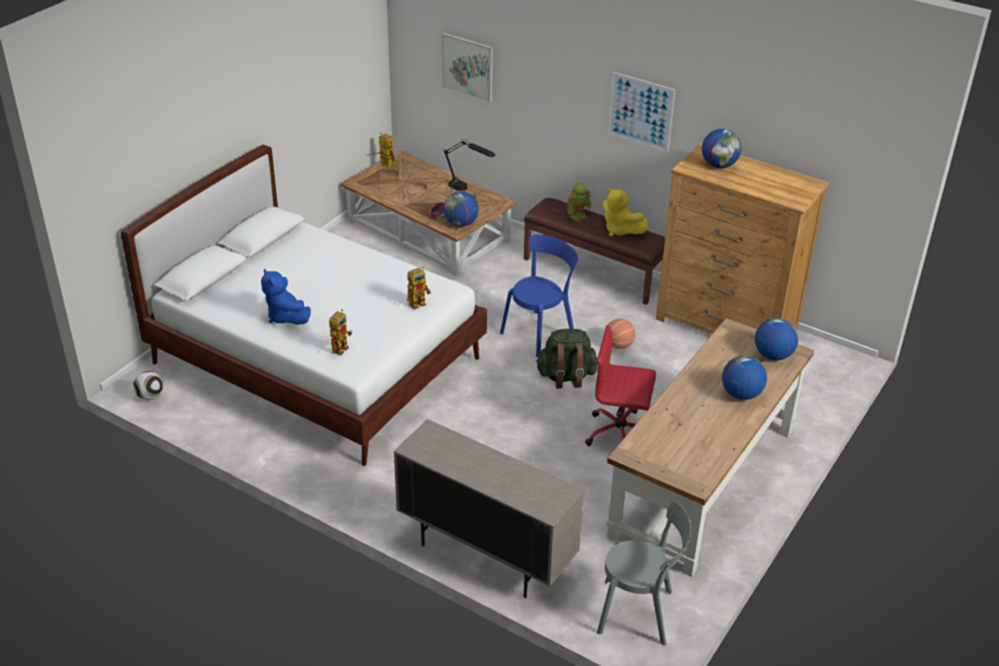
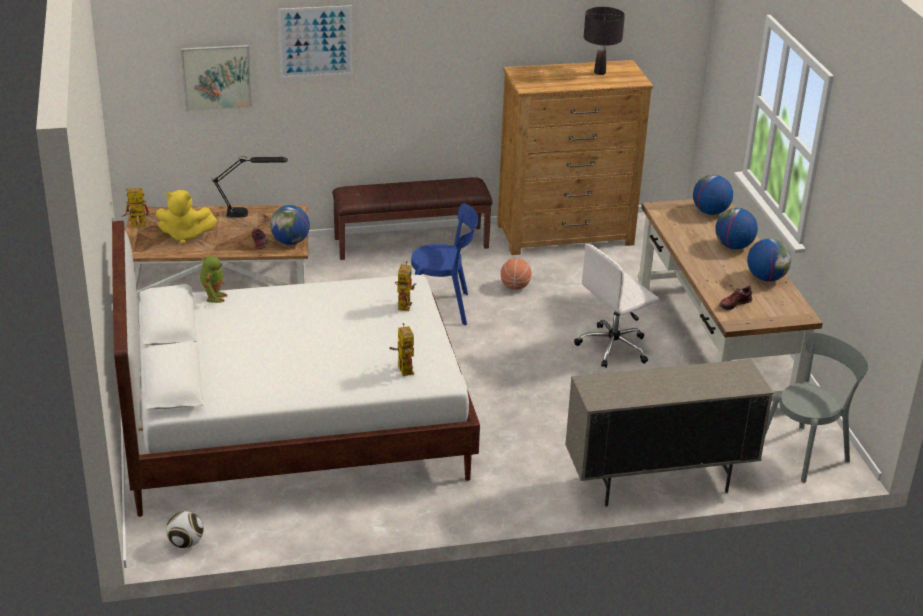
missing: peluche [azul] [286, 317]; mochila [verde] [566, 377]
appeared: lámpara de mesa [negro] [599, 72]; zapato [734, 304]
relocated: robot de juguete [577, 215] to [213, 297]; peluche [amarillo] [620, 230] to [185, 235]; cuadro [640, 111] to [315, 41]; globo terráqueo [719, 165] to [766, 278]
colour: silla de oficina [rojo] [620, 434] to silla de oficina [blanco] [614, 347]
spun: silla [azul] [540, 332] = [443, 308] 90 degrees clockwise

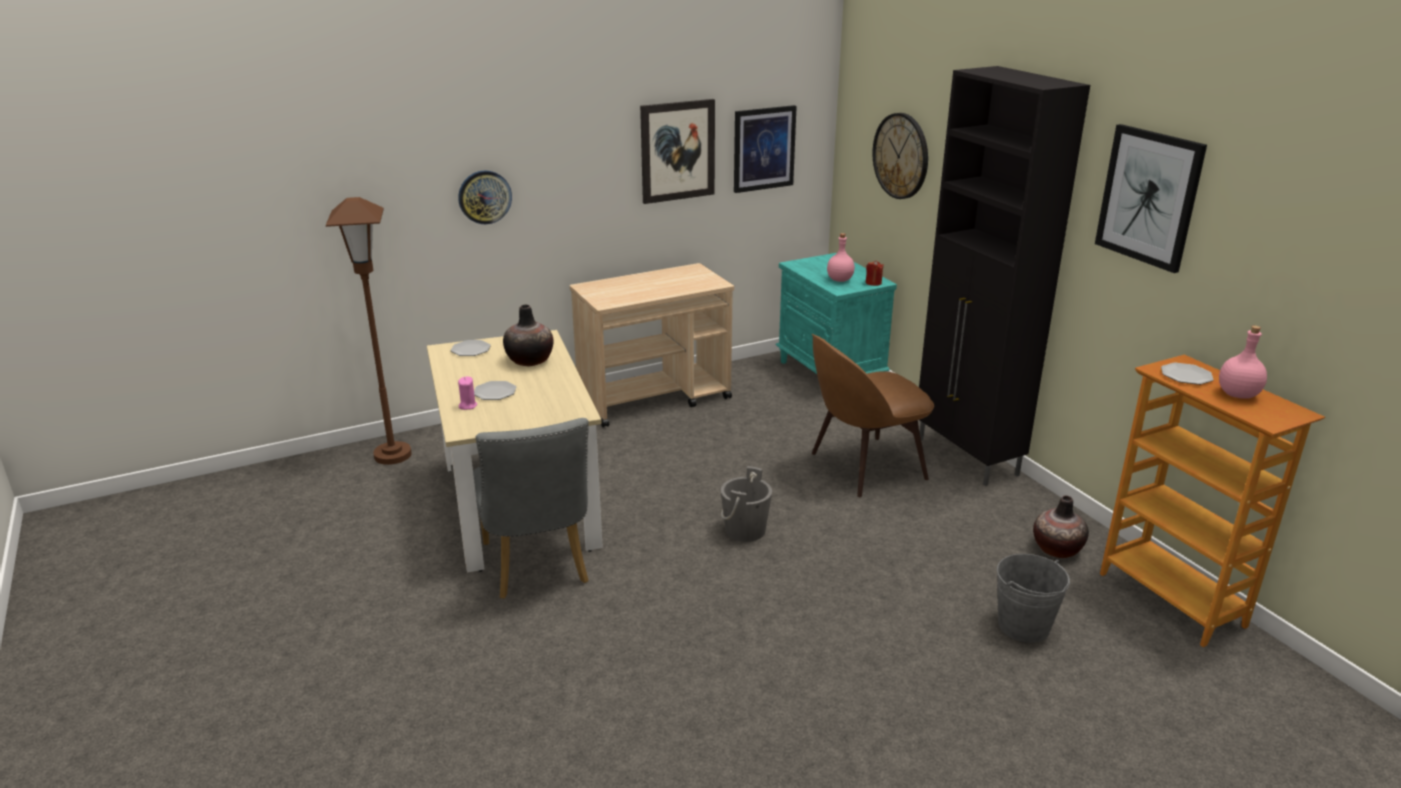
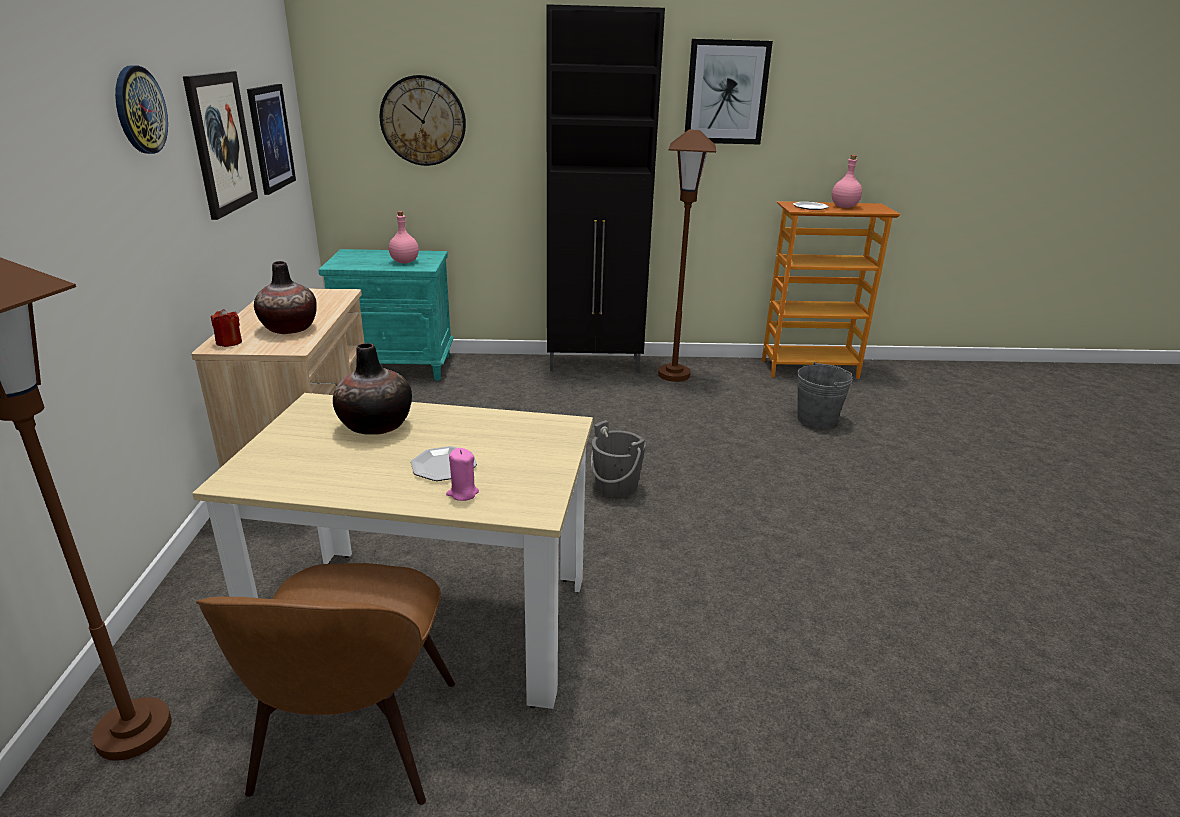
missing: plato [470, 349]; silla [gris] [537, 568]
appeared: lámpara de pie [marrón] [673, 375]
relocated: reloj de pared [484, 197] to [139, 110]; silla [marrón] [863, 467] to [355, 743]; vela [rojo] [873, 283] to [229, 342]; florero [1057, 549] to [289, 328]

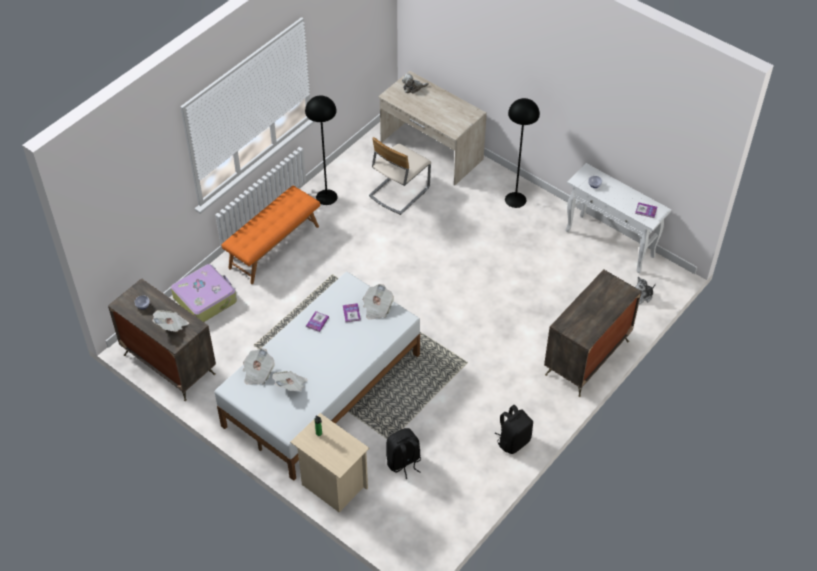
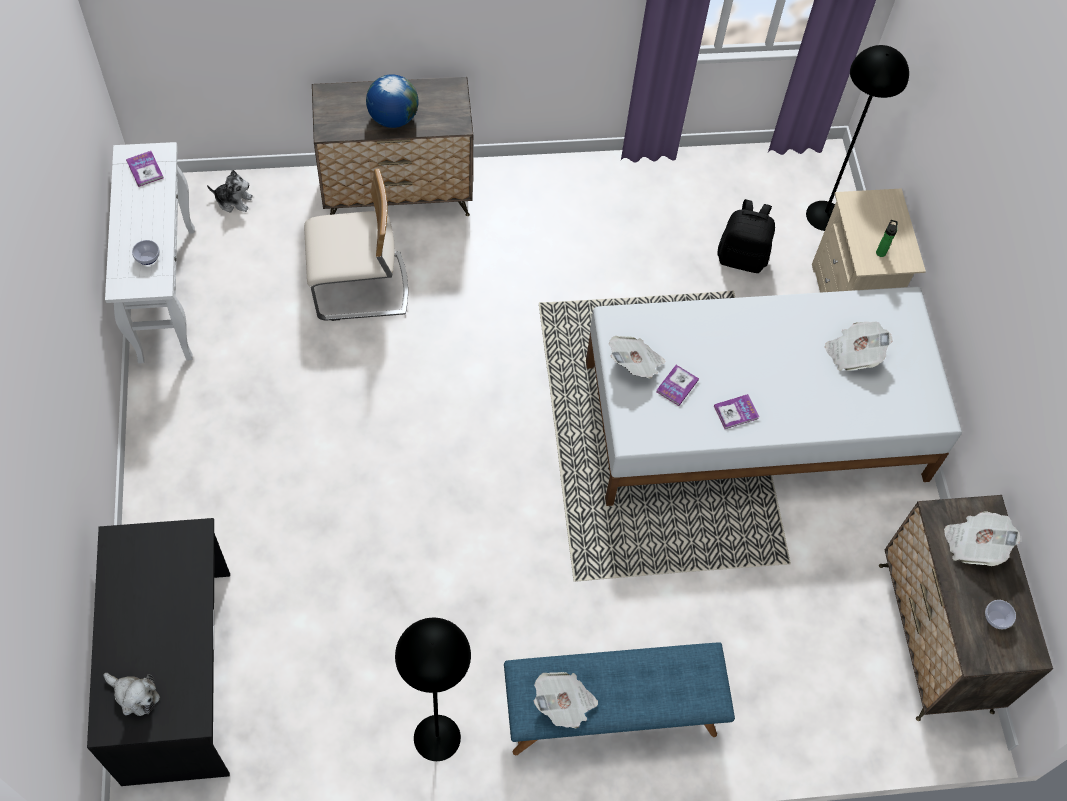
missing: maleta [205, 299]; mochila [negro] [513, 441]
appeared: globo terráqueo [393, 118]
relocated: periódico [258, 373] to [564, 704]; silla [beis] [398, 192] to [360, 288]; lámpara de pie [negro] [515, 199] to [824, 215]
colour: banco [naranja] [274, 246] to banco [azul] [611, 713]; escritorio [beis] [431, 151] to escritorio [negro] [180, 675]

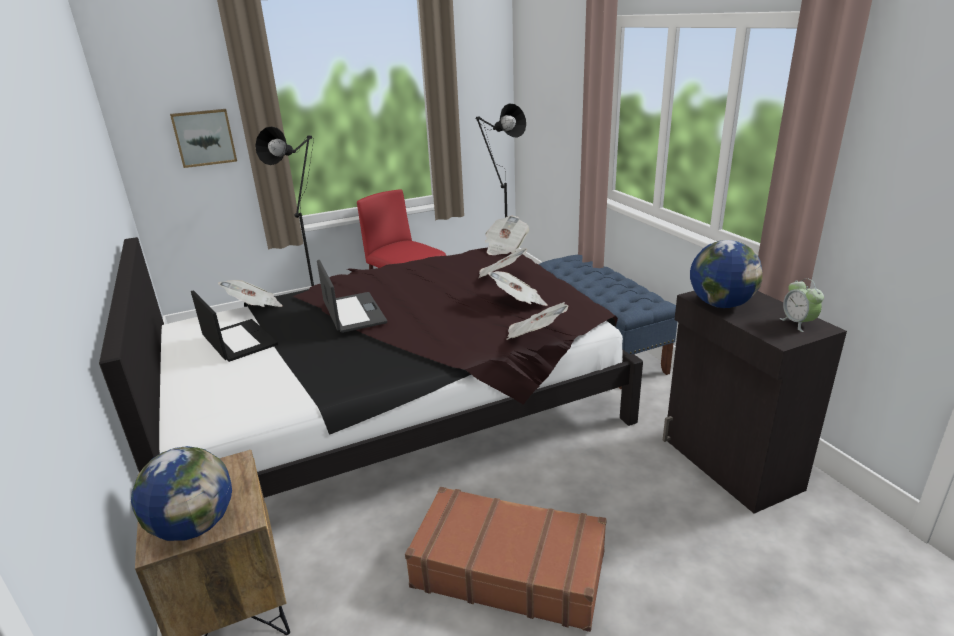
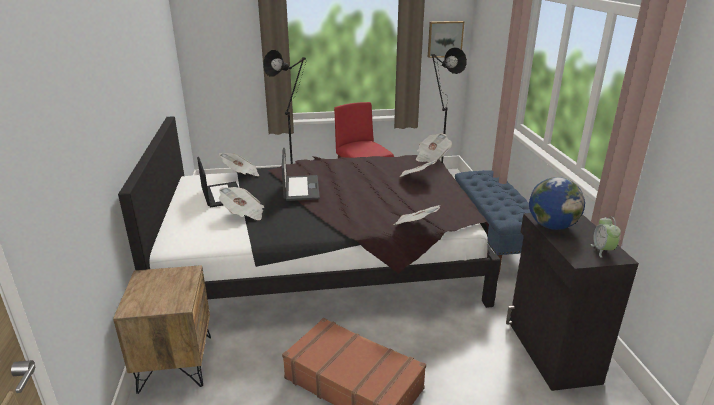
missing: globo terráqueo [194, 526]
relocated: cuadro [204, 137] to [445, 39]; periódico [518, 302] to [243, 214]

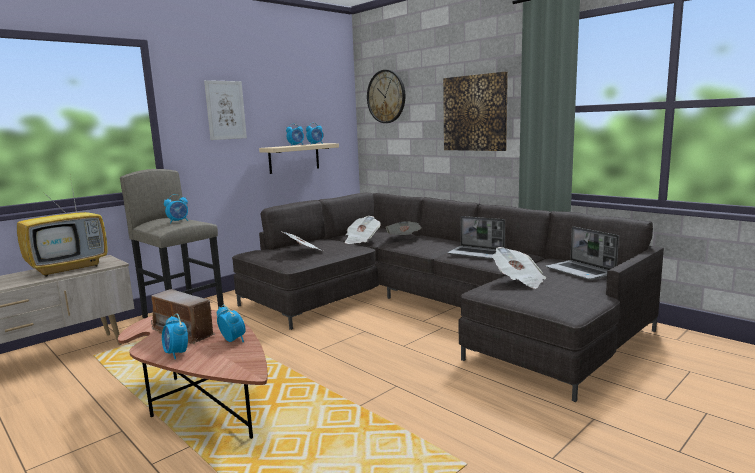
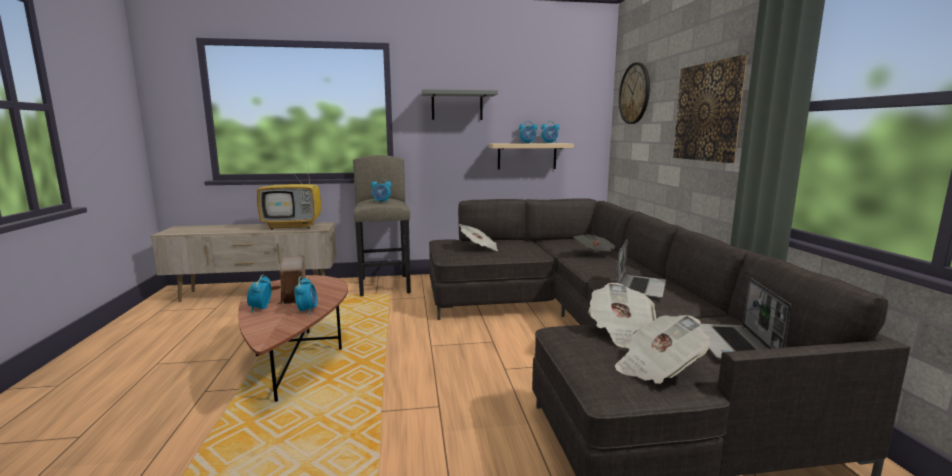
relocated: periódico [361, 240] to [657, 368]
exchanged: cuadro [225, 110] to estante [gris] [457, 106]
spun: portátil [476, 253] = [640, 288] 135 degrees counterclockwise

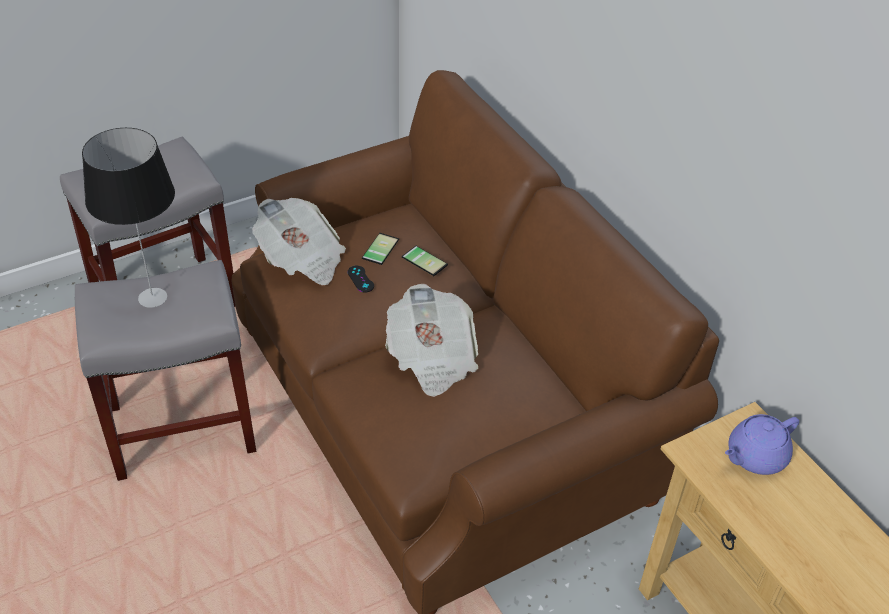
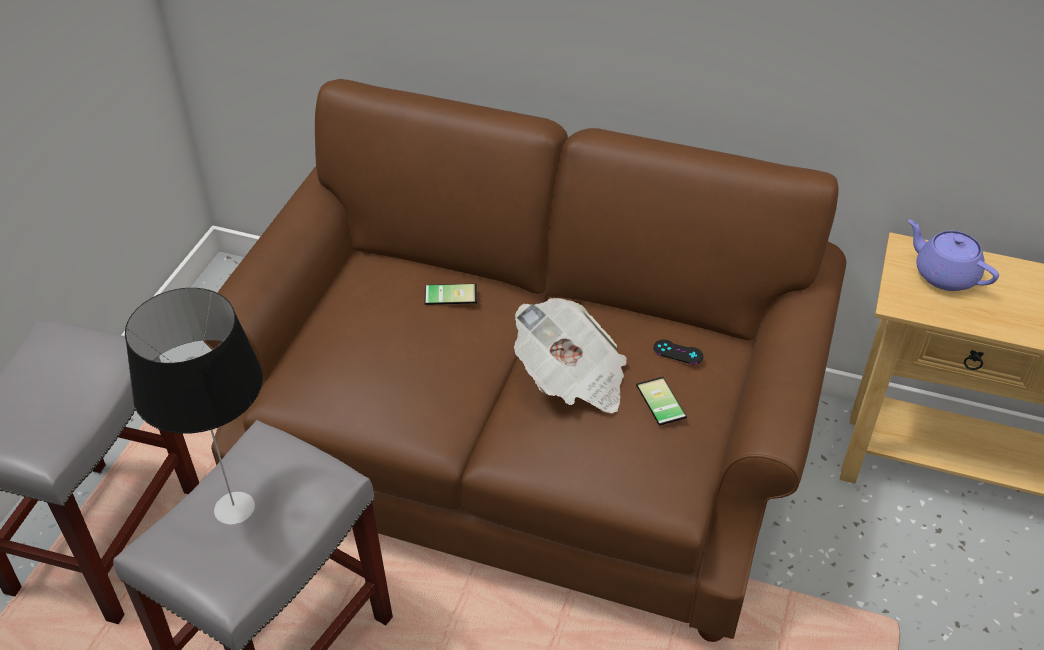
missing: periódico [301, 259]
relocated: mando de consola [negro] [360, 279] to [678, 352]; móvil [378, 248] to [658, 402]
spun: tetera [morado] [755, 457] = [944, 274] 120 degrees clockwise

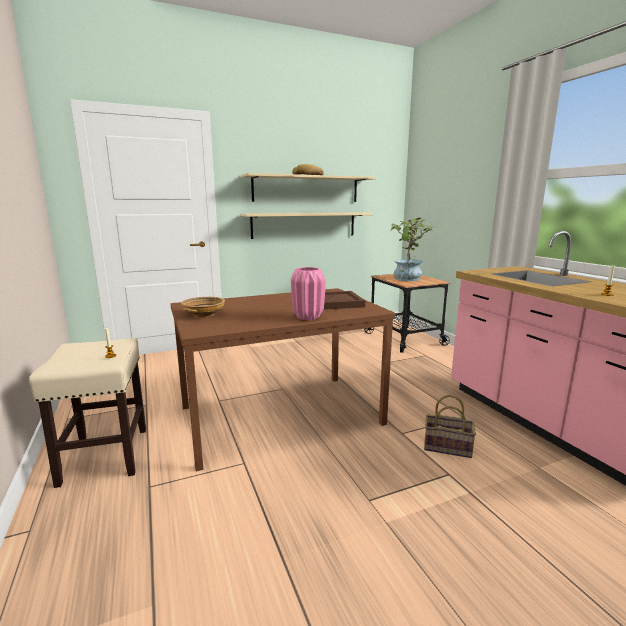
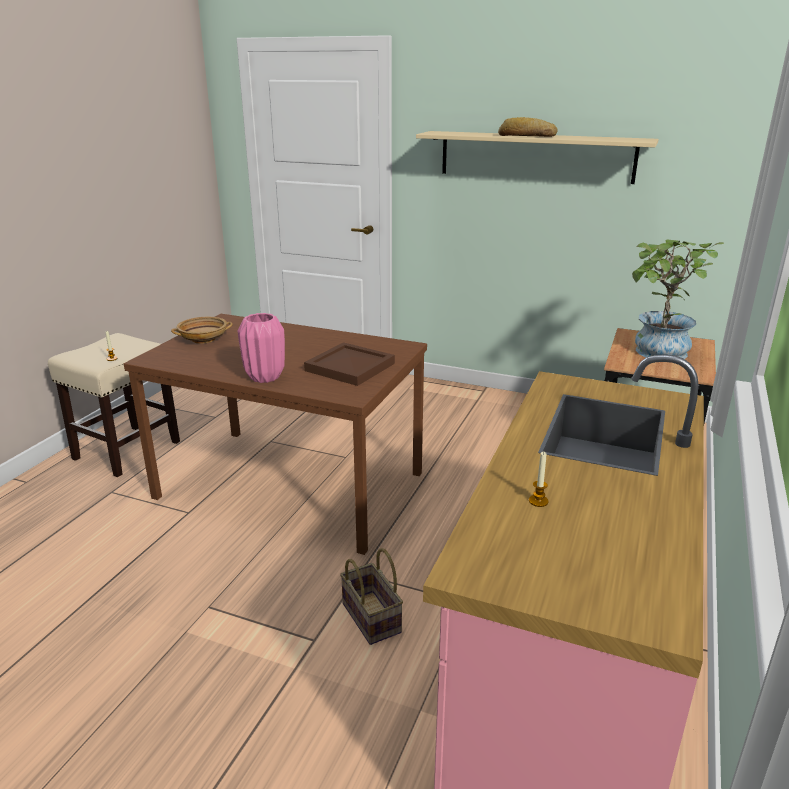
missing: estante [beis] [304, 225]

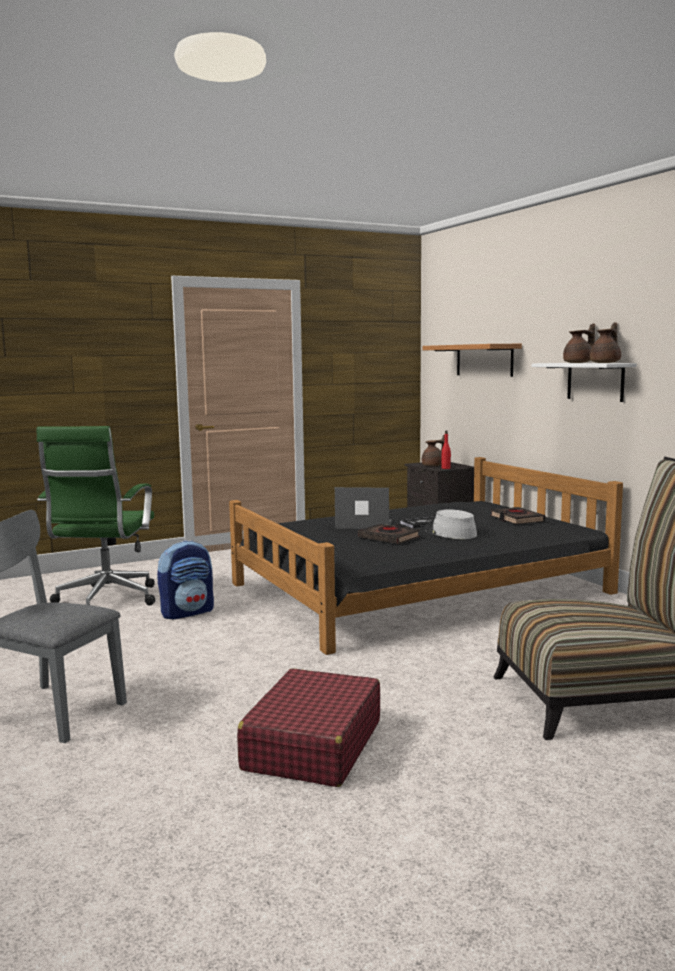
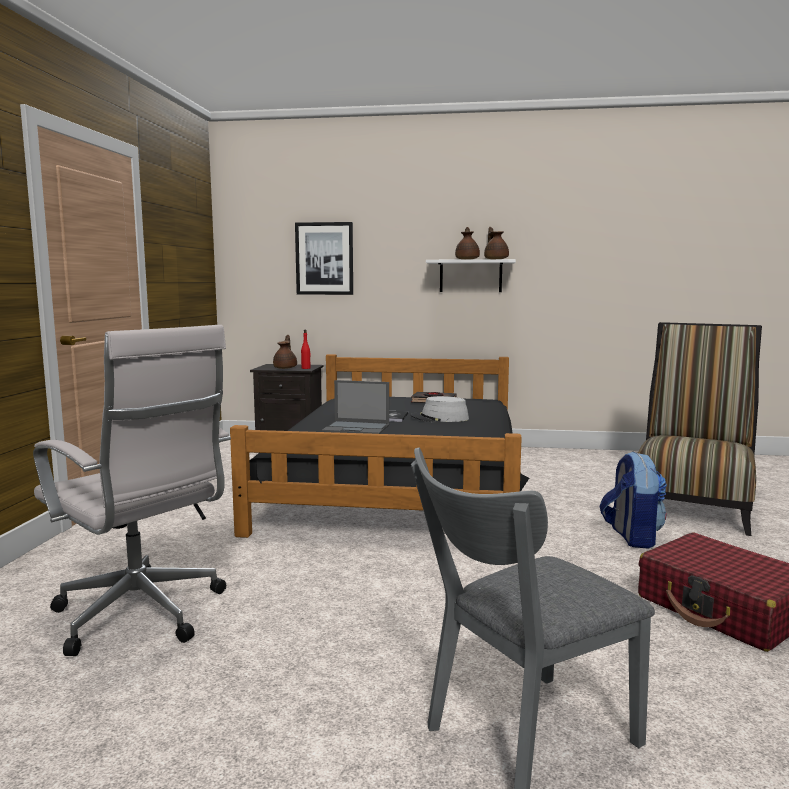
missing: libro [negro] [389, 538]
relocated: mochila [187, 612] to [631, 537]
exchanged: estante [484, 360] to cuadro [324, 258]
colour: silla de oficina [verde] [105, 601] to silla de oficina [blanco] [143, 616]
spun: portátil [363, 525] = [357, 428] 120 degrees counterclockwise

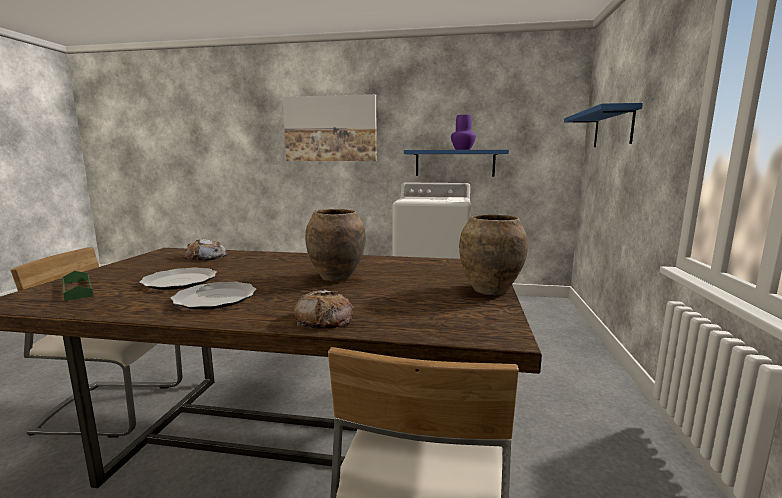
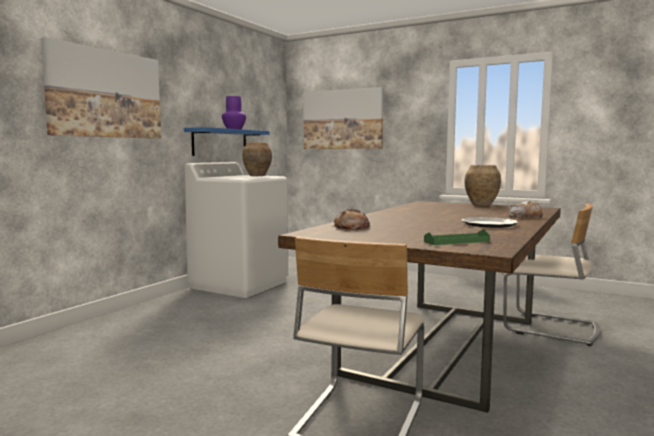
missing: plato [179, 281]
relocated: florero [marrón] [336, 277] to [257, 176]
exchanged: estante [azul] [613, 128] to cuadro [343, 119]

